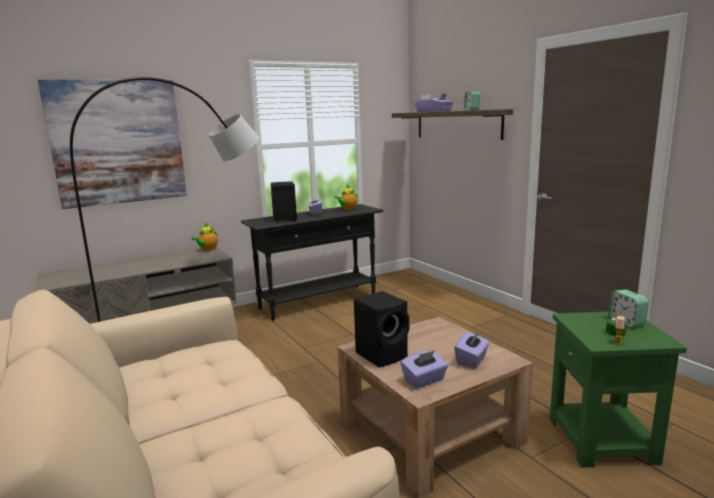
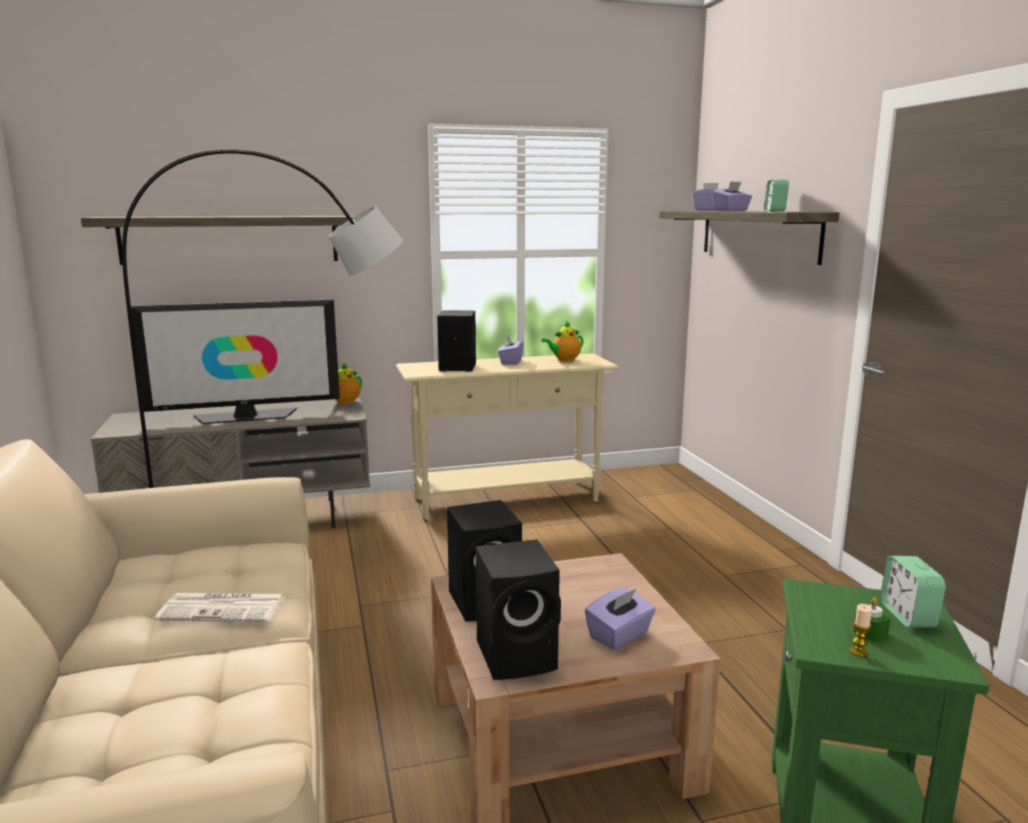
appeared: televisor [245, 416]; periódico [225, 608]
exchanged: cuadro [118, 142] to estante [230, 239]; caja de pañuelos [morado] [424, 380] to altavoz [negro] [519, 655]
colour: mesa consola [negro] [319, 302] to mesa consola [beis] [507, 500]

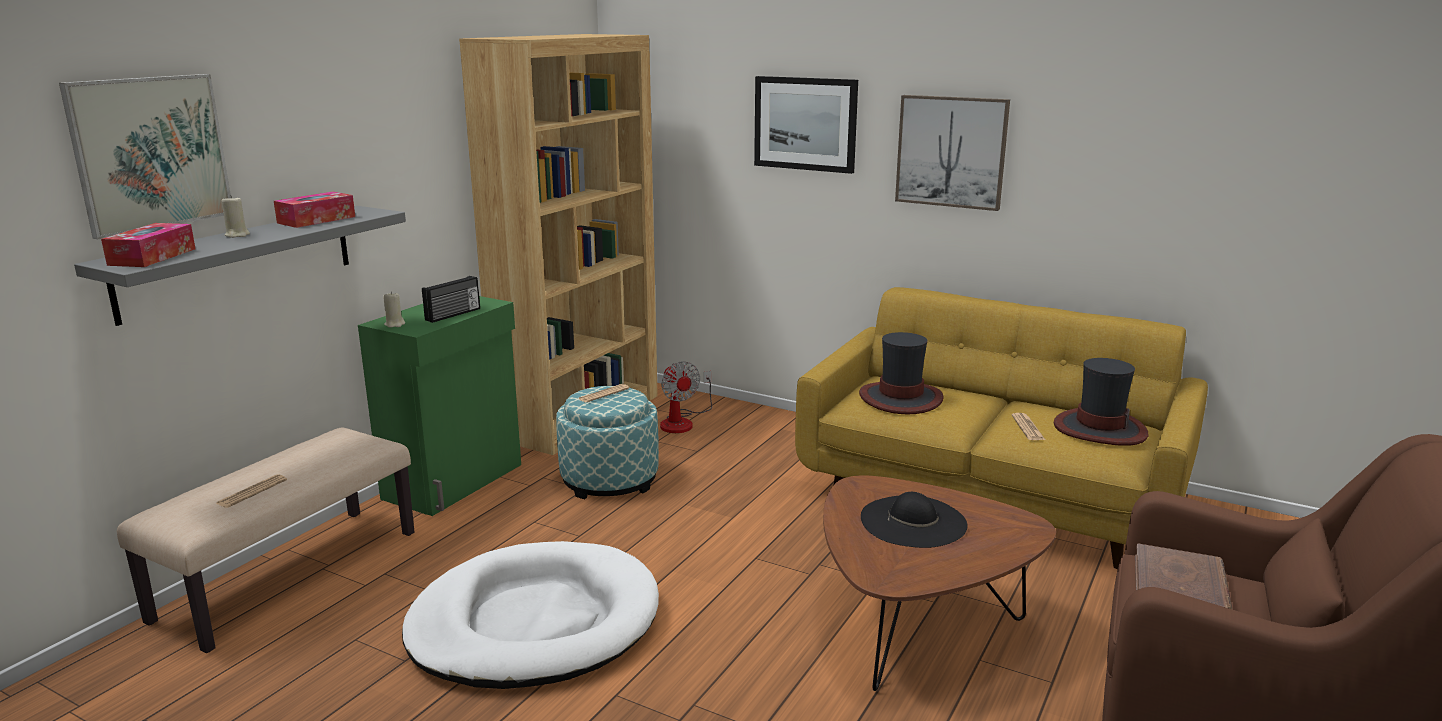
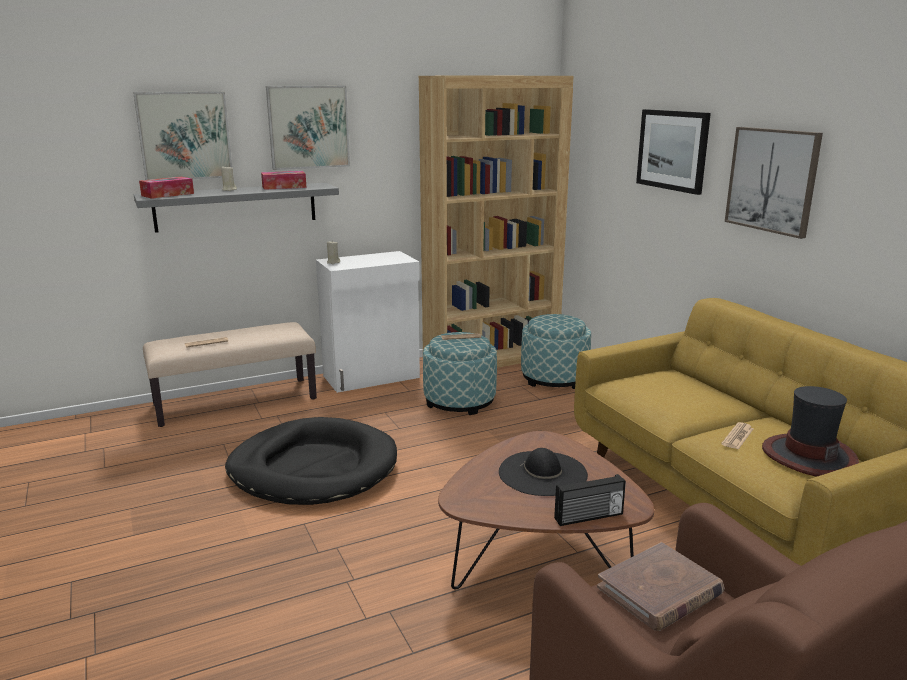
missing: sombrero [900, 398]
appeared: cuadro [308, 127]
relocated: radio [453, 314] to [589, 517]
exchanged: ventilador [682, 422] to puf [554, 378]
colour: armario [verde] [455, 481] to armario [blanco] [372, 377]; cama para perro [blanco] [534, 623] to cama para perro [negro] [313, 468]

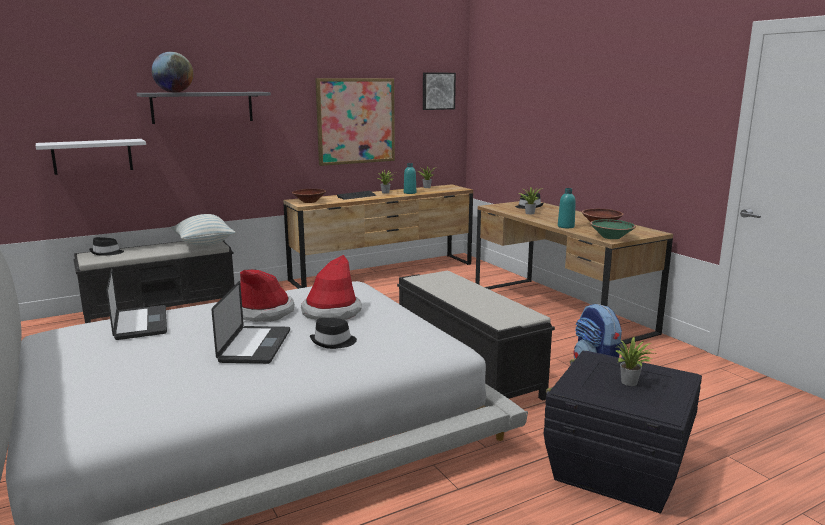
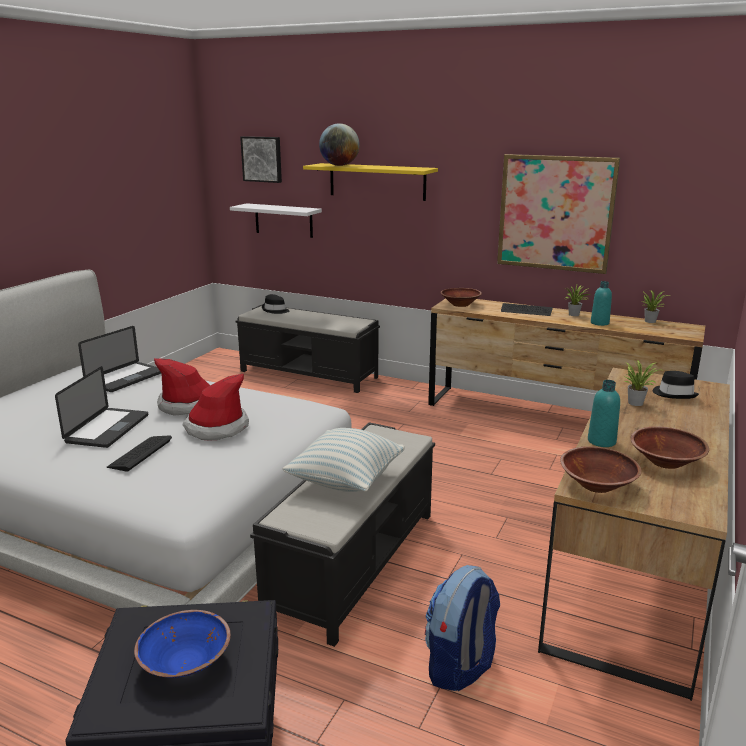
relocated: cojín [204, 244] to [346, 481]; cuadro [438, 91] to [262, 159]
exchanged: sombrero [negro] [333, 342] to teclado [140, 454]; planta en maceta [631, 383] to cuenco [azul] [186, 663]
colour: estante [gris] [202, 107] to estante [amarillo] [377, 181]; cuenco [verde] [611, 237] to cuenco [marrón] [597, 485]
spun: portátil [255, 346] = [107, 429] 45 degrees counterclockwise

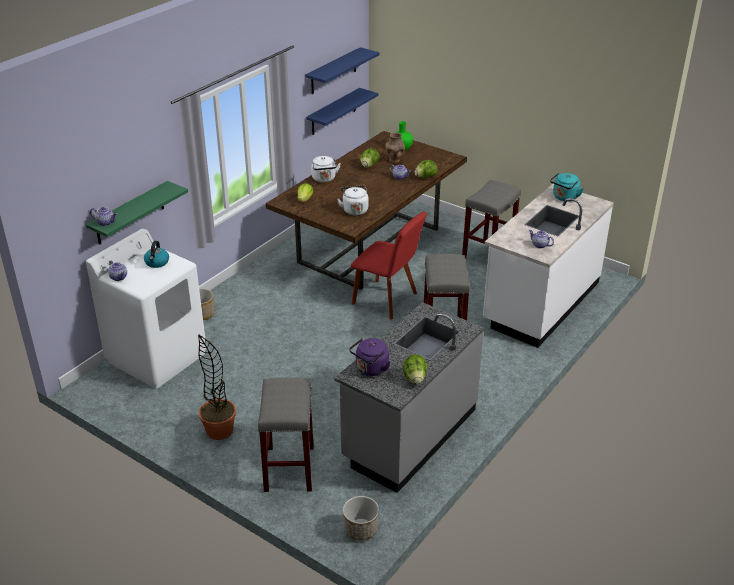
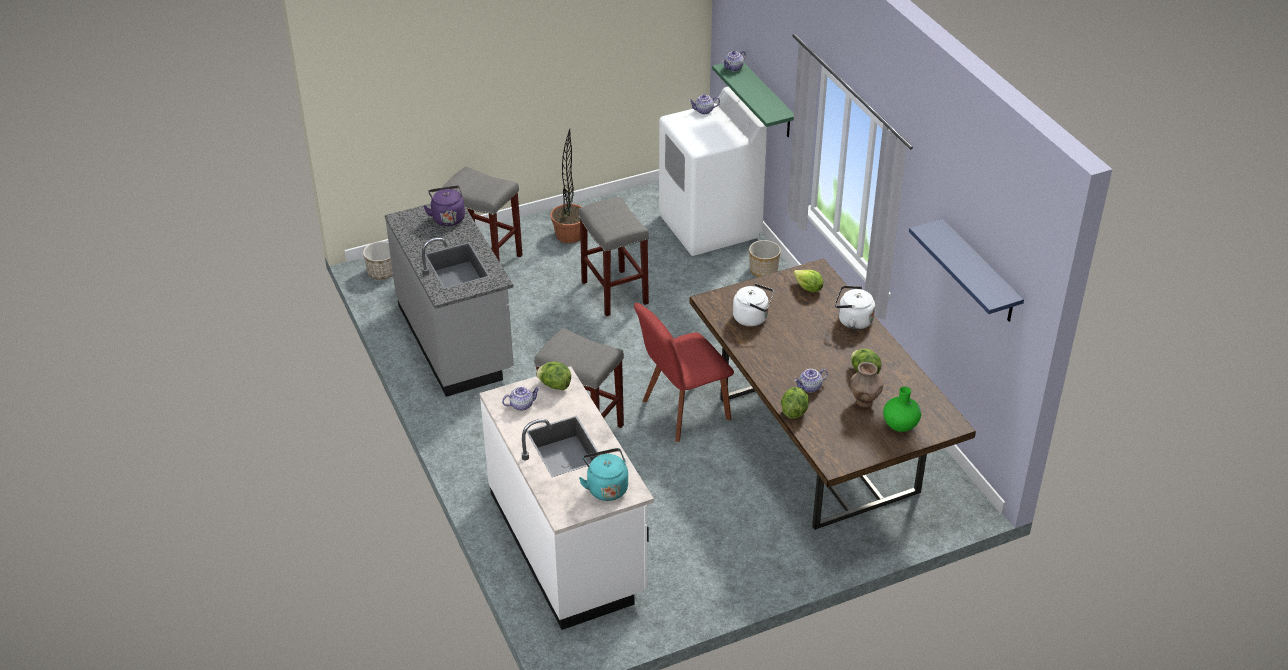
missing: hervidor [157, 262]; estante [azul] [333, 112]
relocated: lechuga [415, 378] to [554, 385]; taburete [gris] [488, 253] to [615, 293]

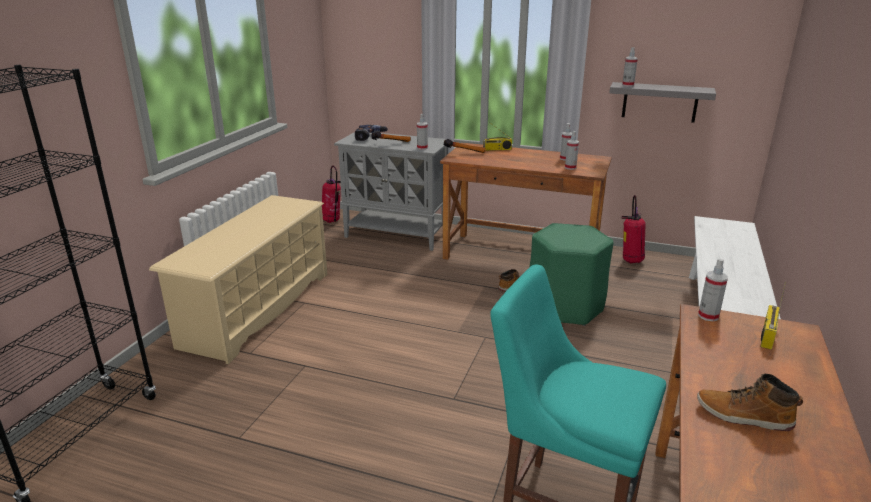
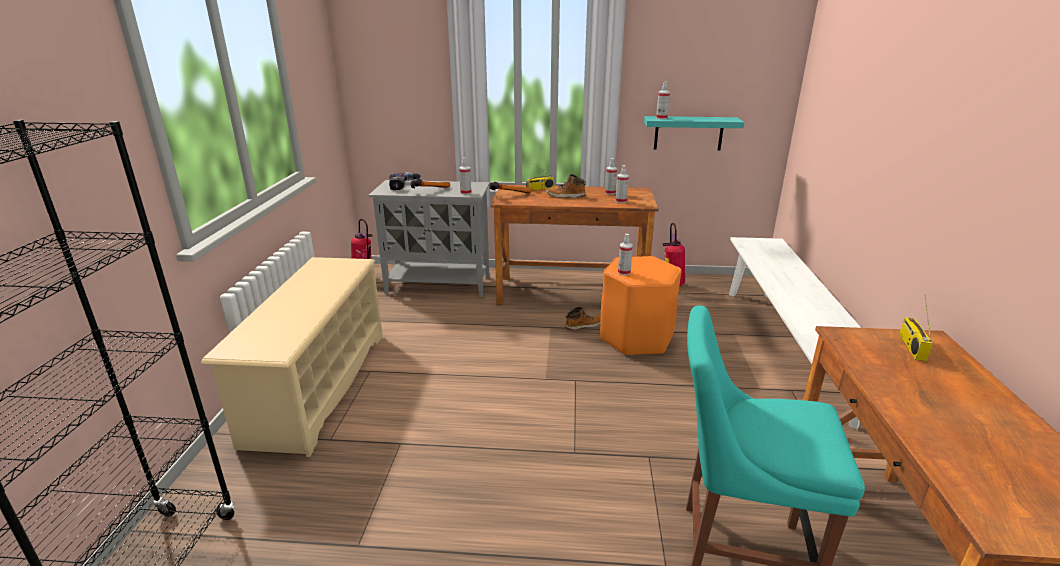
relocated: bota [743, 416] to [565, 196]; pulverizador [708, 316] to [624, 272]
colour: taburete [verde] [565, 307] to taburete [naranja] [636, 338]; estante [gris] [659, 102] to estante [turquesa] [688, 133]

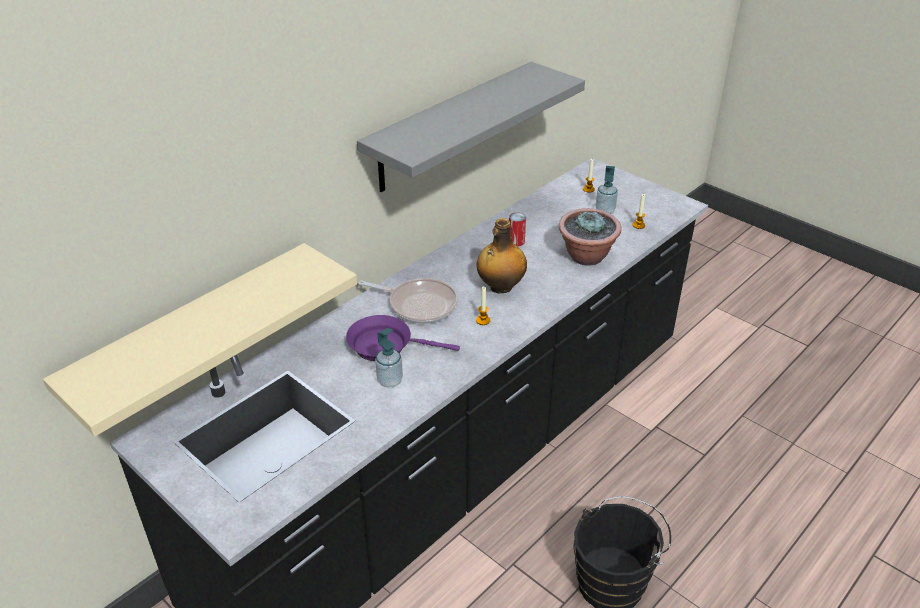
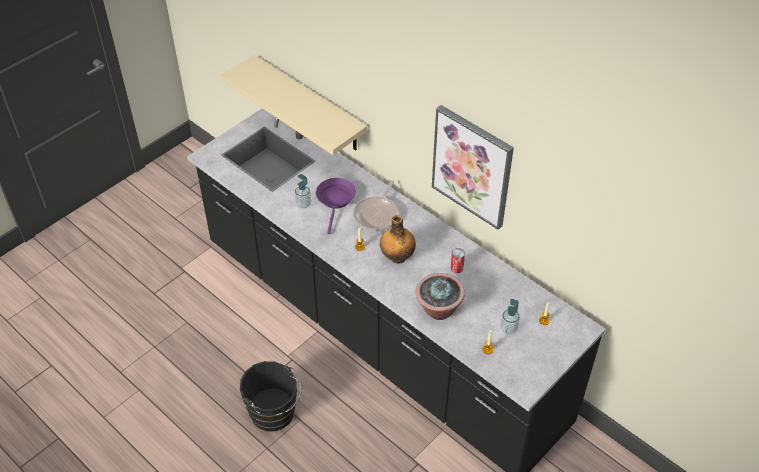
exchanged: estante [gris] [451, 127] to cuadro [472, 166]

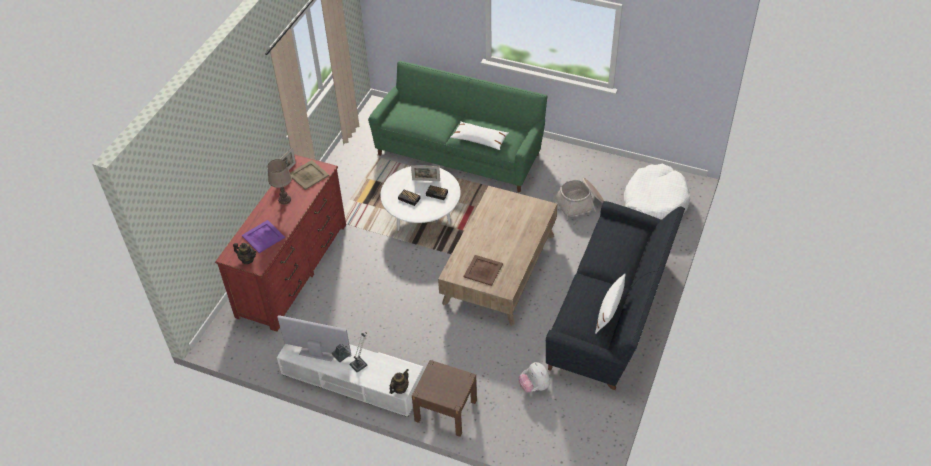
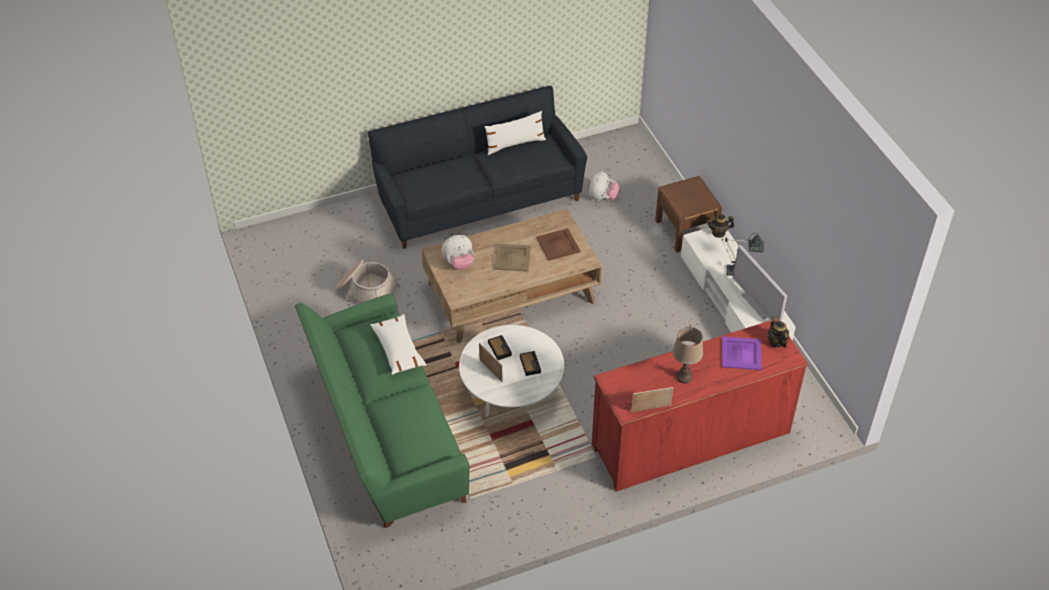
missing: cama para perro [blanco] [654, 204]
appeared: peluche [459, 263]
relocated: bandeja [beis] [308, 175] to [512, 258]

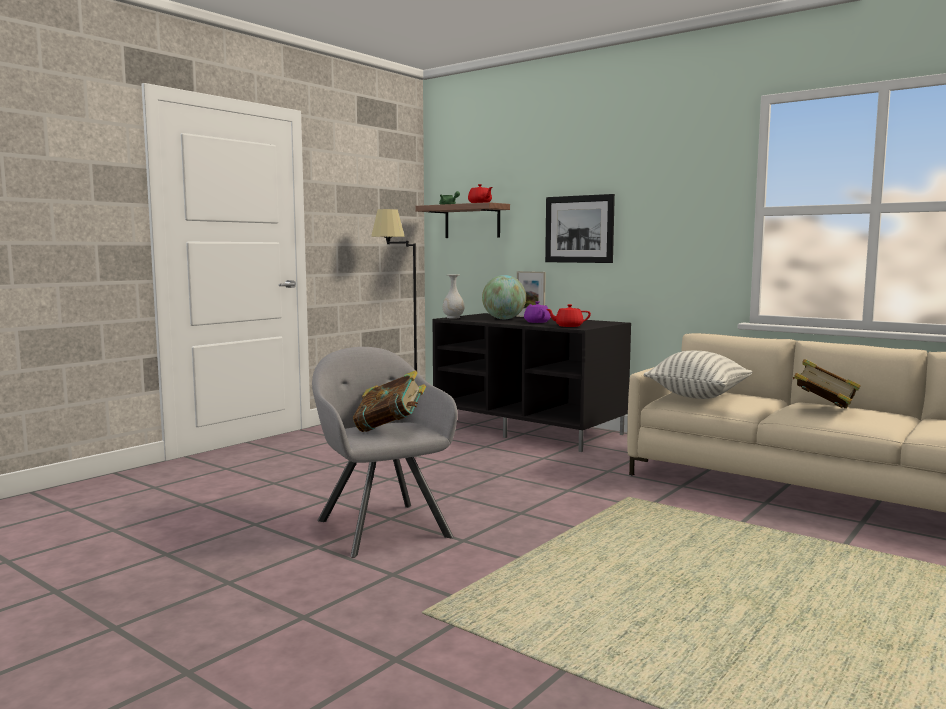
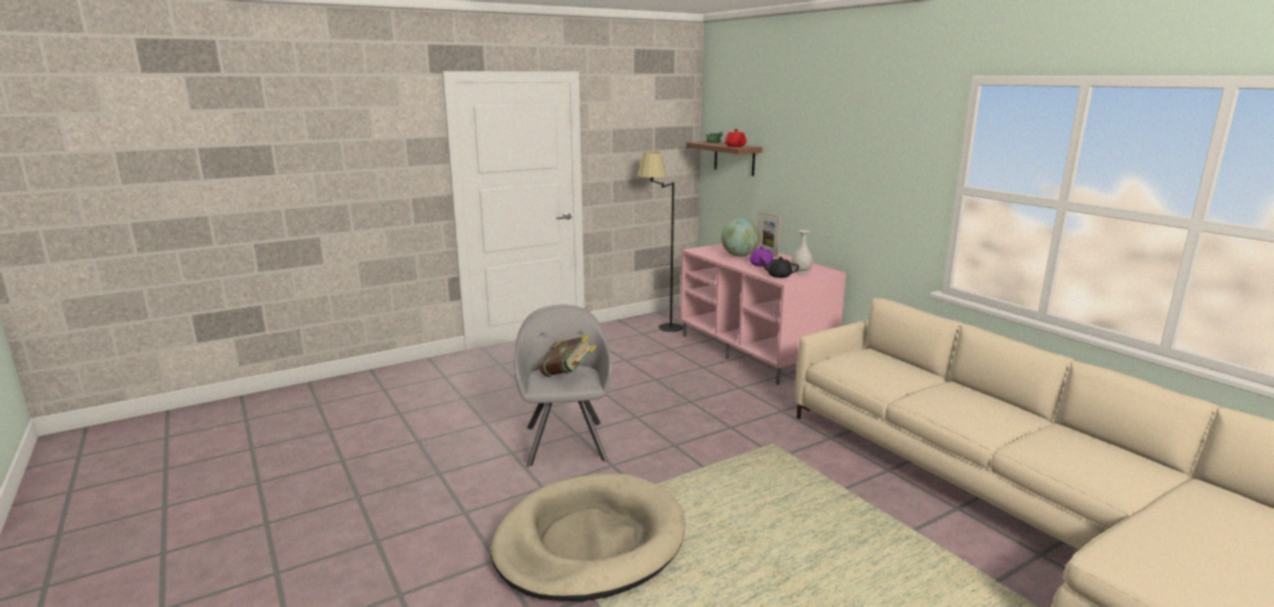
missing: cuadro [579, 229]; cojín [697, 396]; libro [823, 409]
appeared: cama para perro [beis] [589, 542]
relocated: florero [blanco] [453, 317] to [801, 271]
colour: mueble de televisión [negro] [530, 429] to mueble de televisión [rosa] [755, 351]; tetera [rojo] [568, 326] to tetera [negro] [778, 275]

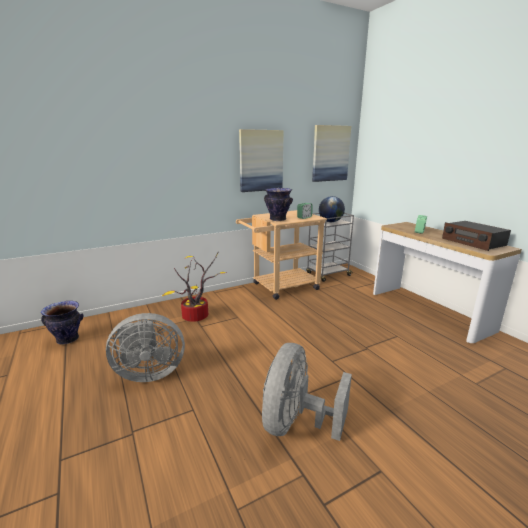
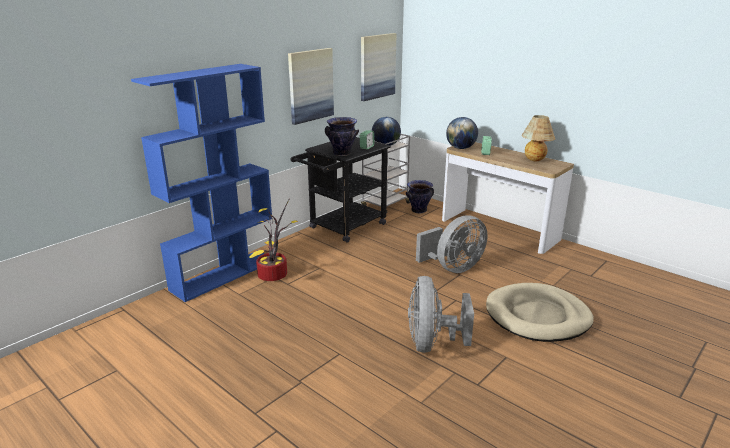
appeared: estantería [azul] [224, 274]; globo terráqueo [460, 148]; cama para perro [beis] [537, 316]
relocated: florero [68, 339] to [418, 210]; ventilador [gris] [148, 373] to [453, 268]
exchanged: radio [473, 242] to lámpara de mesa [535, 161]
colour: carrito [beis] [280, 287] to carrito [negro] [343, 228]

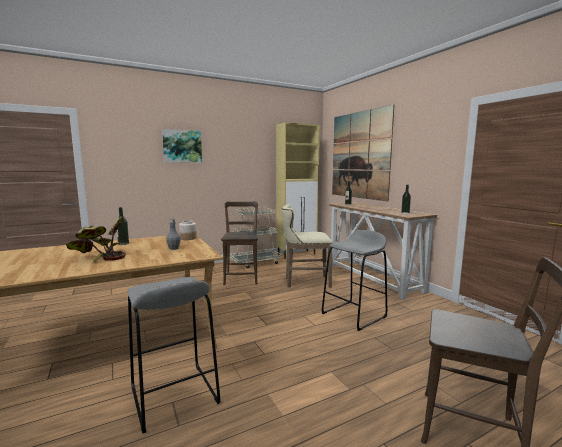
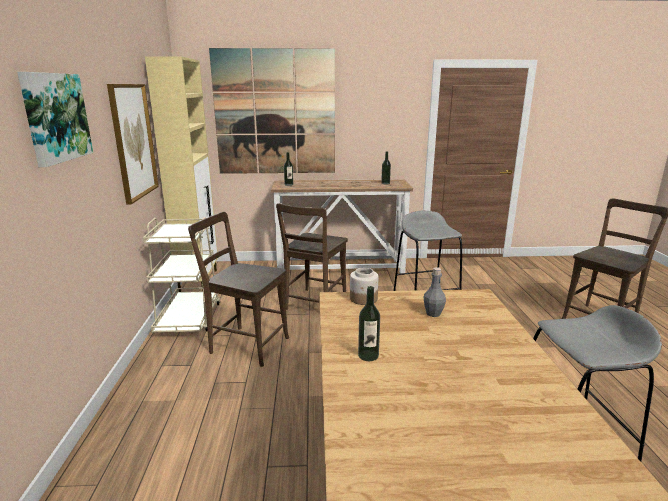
missing: planta en maceta [100, 257]
appeared: cuadro [133, 141]
exchanged: taburete [beis] [304, 282] to silla [marrón] [314, 304]

